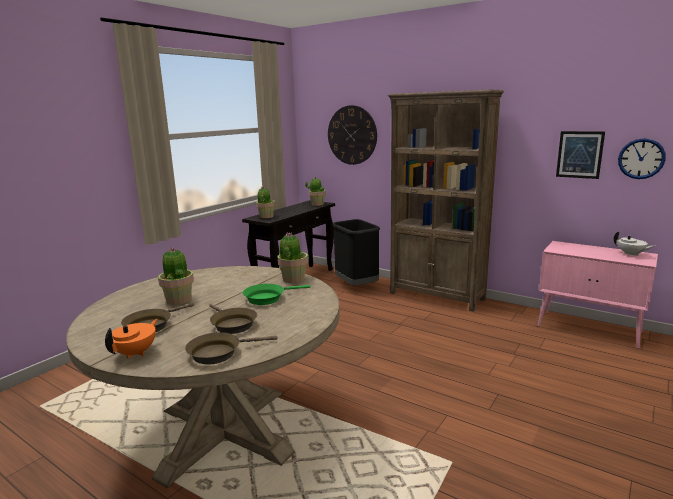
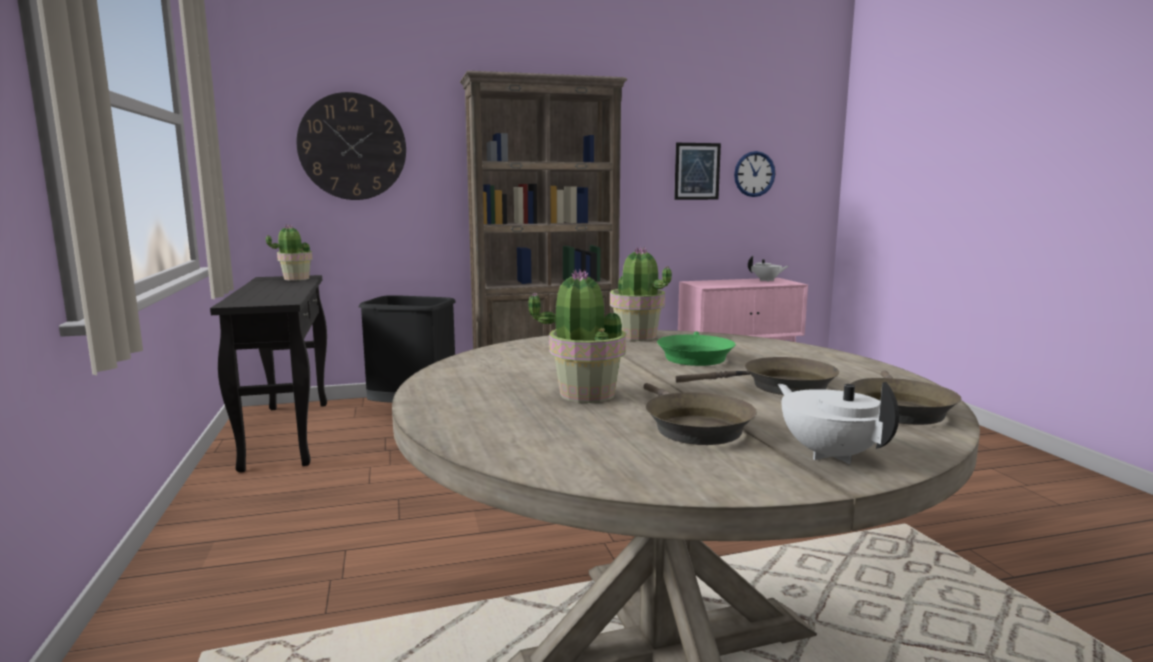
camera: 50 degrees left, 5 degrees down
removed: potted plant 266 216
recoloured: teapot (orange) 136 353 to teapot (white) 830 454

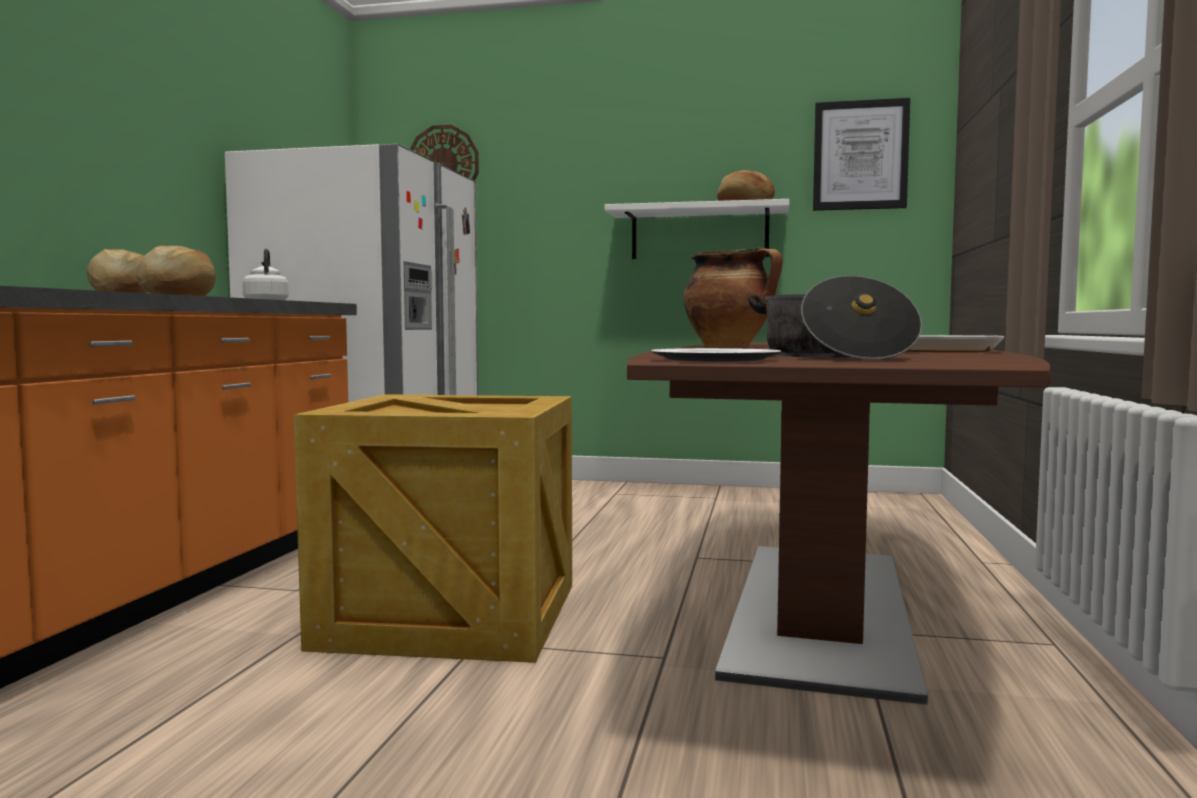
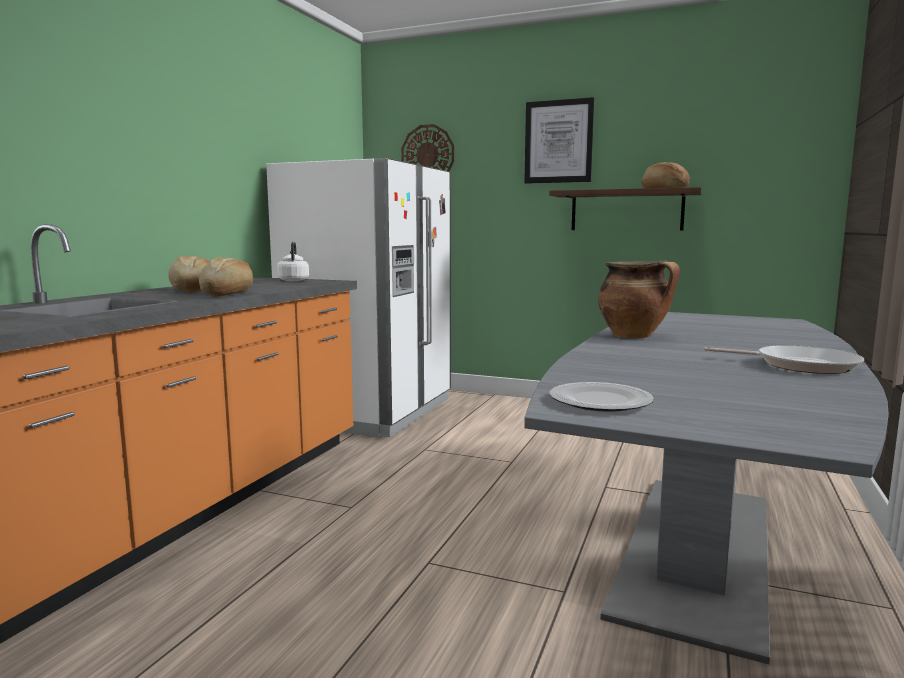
camera: 10 degrees right, 5 degrees up
removed: crate 449 613; cooking pot 832 356
moved: picture 860 155 to 558 142
recoloured: shelf (white) 699 233 to shelf (brown) 626 210; dining table (brown) 821 608 to dining table (grey) 697 550

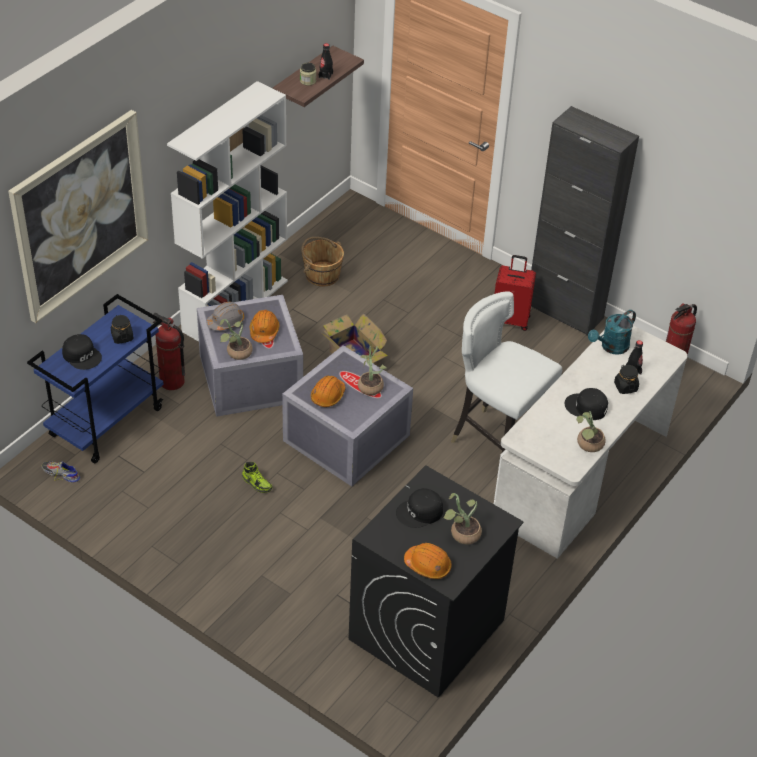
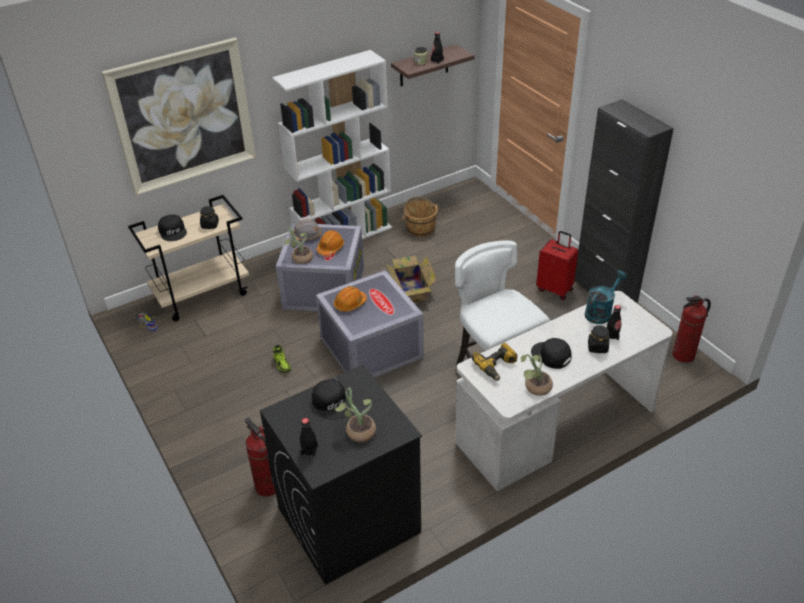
camera: 25 degrees right, 5 degrees down
removed: potted plant 370 385
added: power drill 497 366
moved: fire extinguisher 172 382 to 267 486
replaced: hard hat (orange) 428 565 to bottle (black) 309 450
recoloured: cart (blue) 107 421 to cart (beige) 202 294
turned: cap (black) 420 512 = 332 402 120 degrees counterclockwise; watering can (turquoise) 611 347 = 600 312 150 degrees clockwise

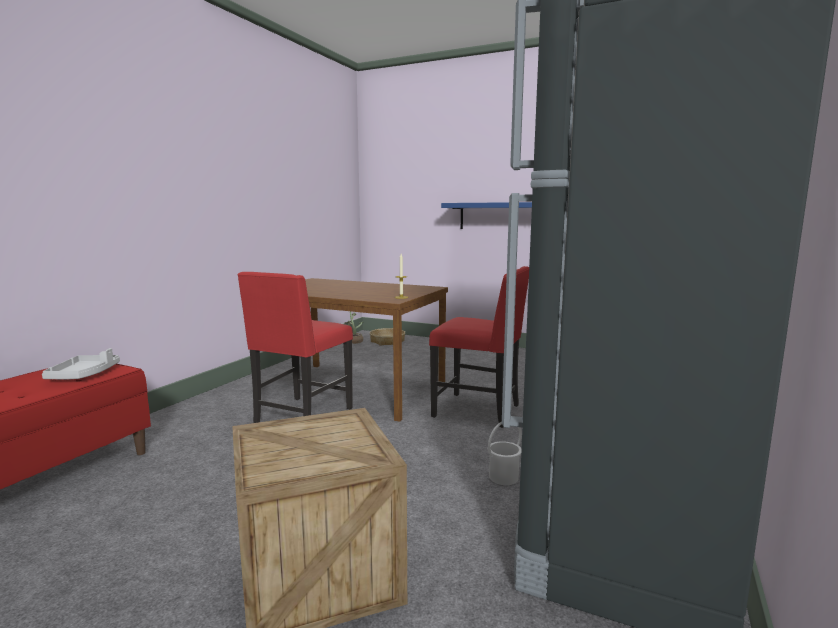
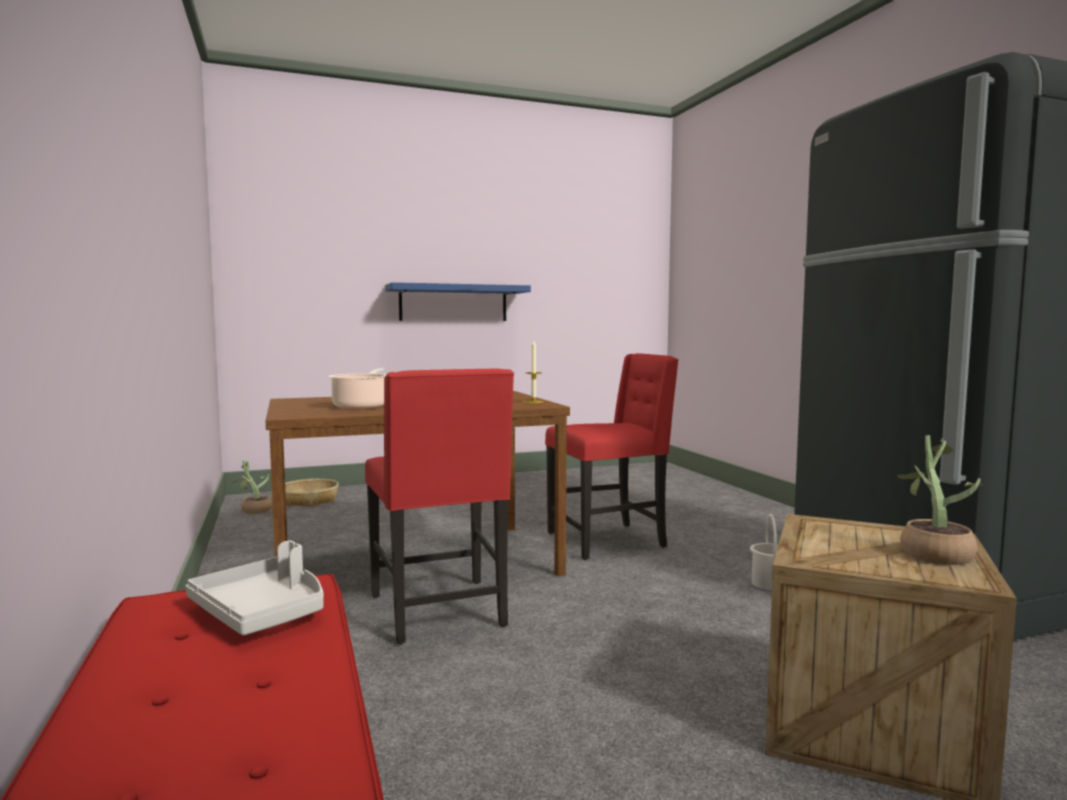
camera: 45 degrees left, 5 degrees down
added: cooking pot 361 406; potted plant 933 552

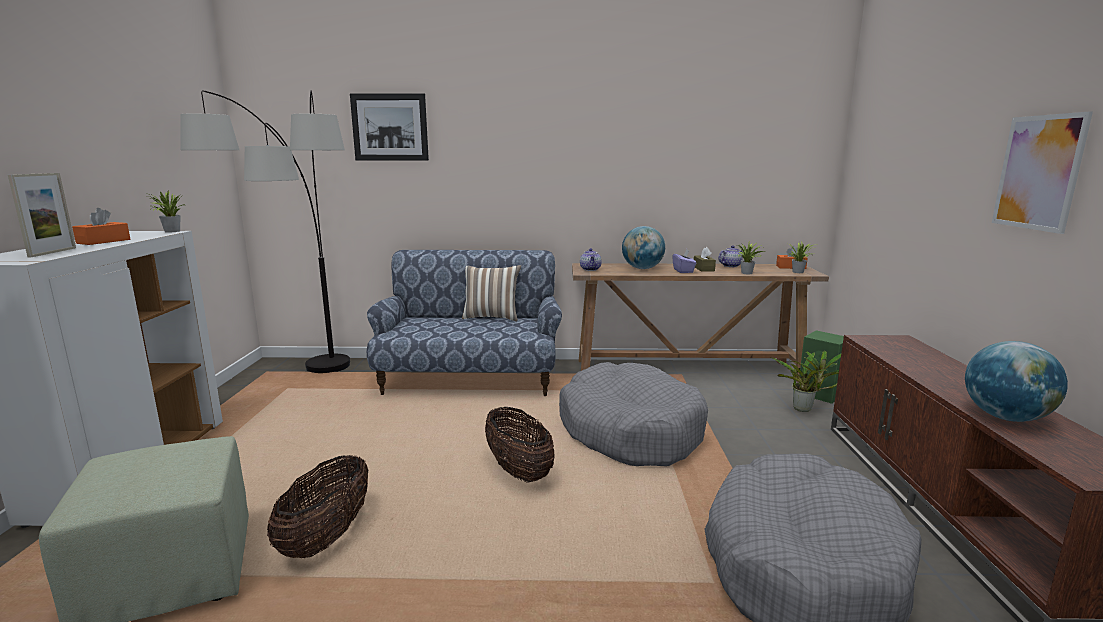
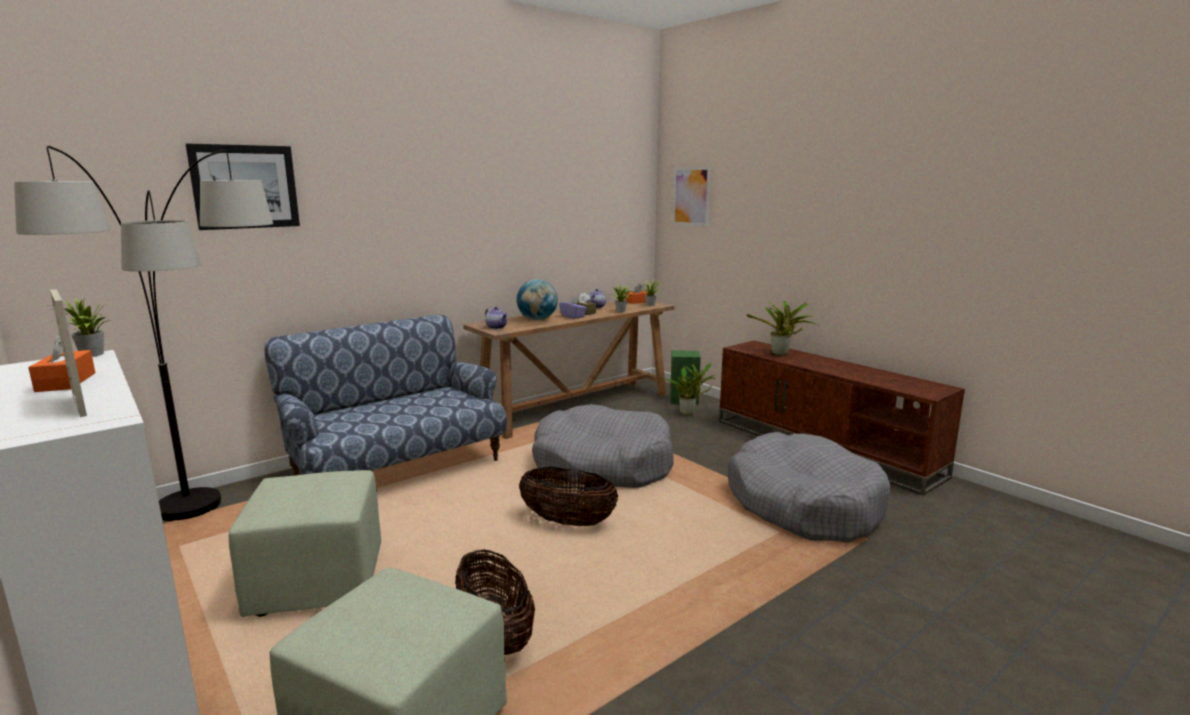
camera: 40 degrees left, 0 degrees up
removed: pillow 492 317; globe 1006 417
added: ottoman (green) 318 583; potted plant 781 354
moved: picture 1038 172 to 691 196

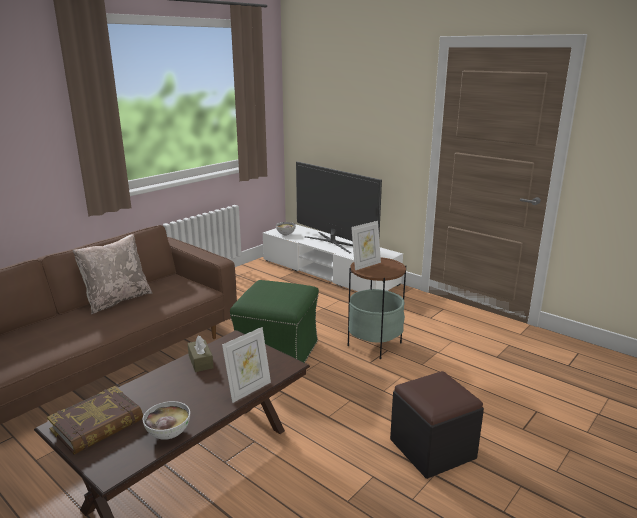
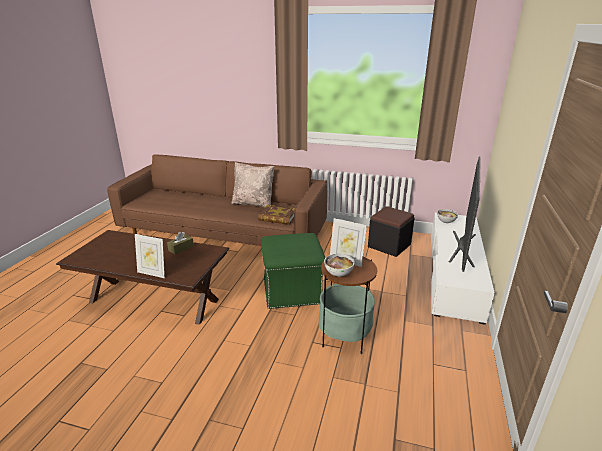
camera: 65 degrees right, 5 degrees up
moved: book 97 425 to 277 218; bowl 168 433 to 338 273; ottoman (black) 432 449 to 389 246

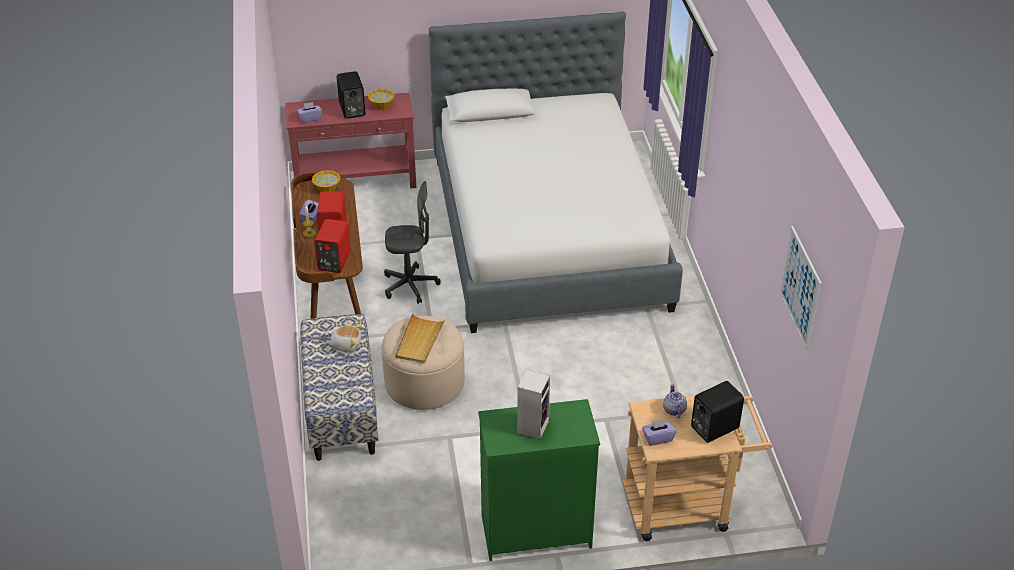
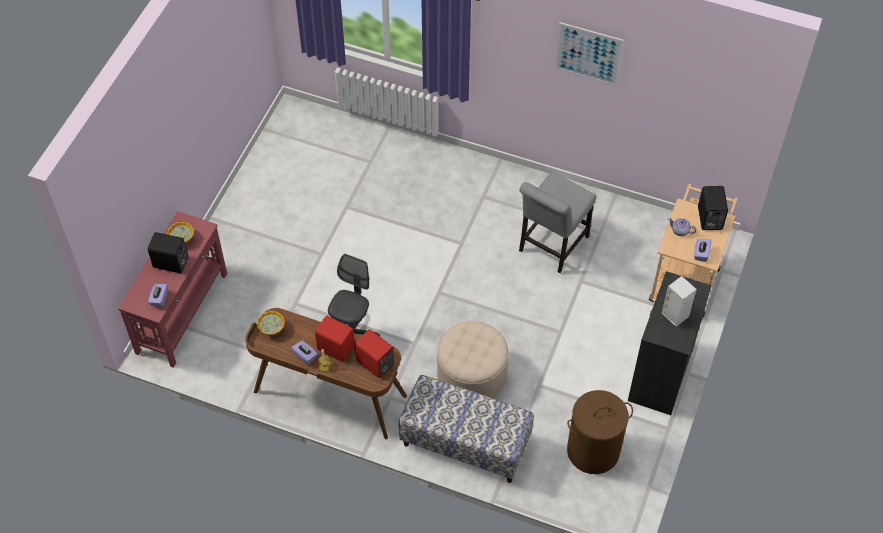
camera: 60 degrees left, 15 degrees up
removed: plush toy 346 344; tray (beige) 419 341; bed 548 232
added: chair (grey) 551 246; laundry basket (brown) 593 451
moved: picture 800 287 to 588 54
recoloured: dresser (green) 536 531 to dresser (black) 659 375

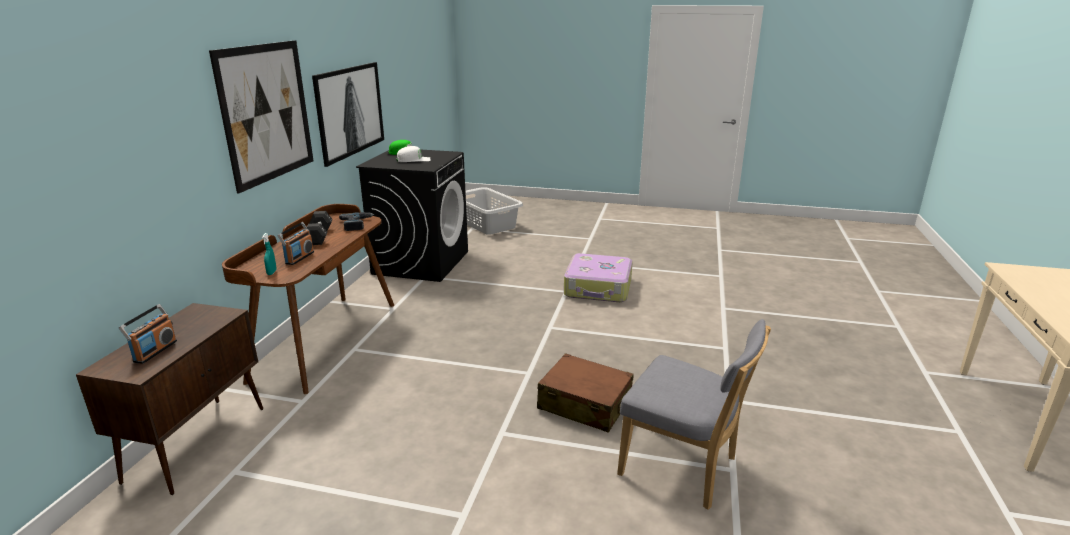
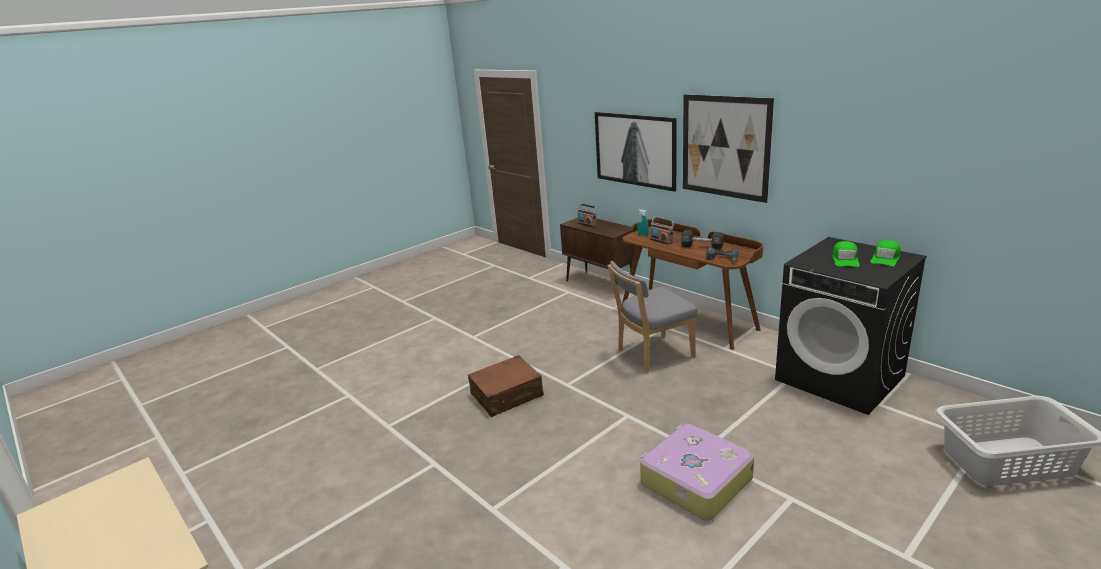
camera: 125 degrees right, 0 degrees up
moved: picture 350 111 to 635 150; chair (grey) 683 468 to 652 355
recoloured: cap (white) 413 160 to cap (green) 845 259

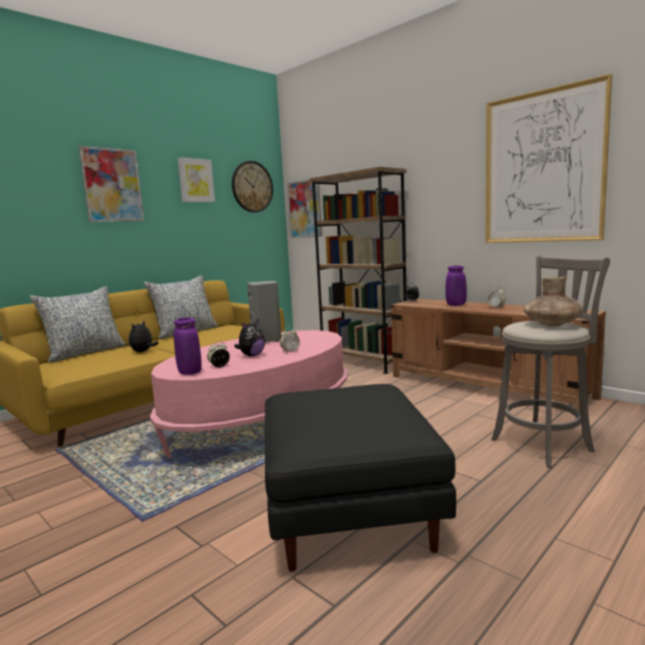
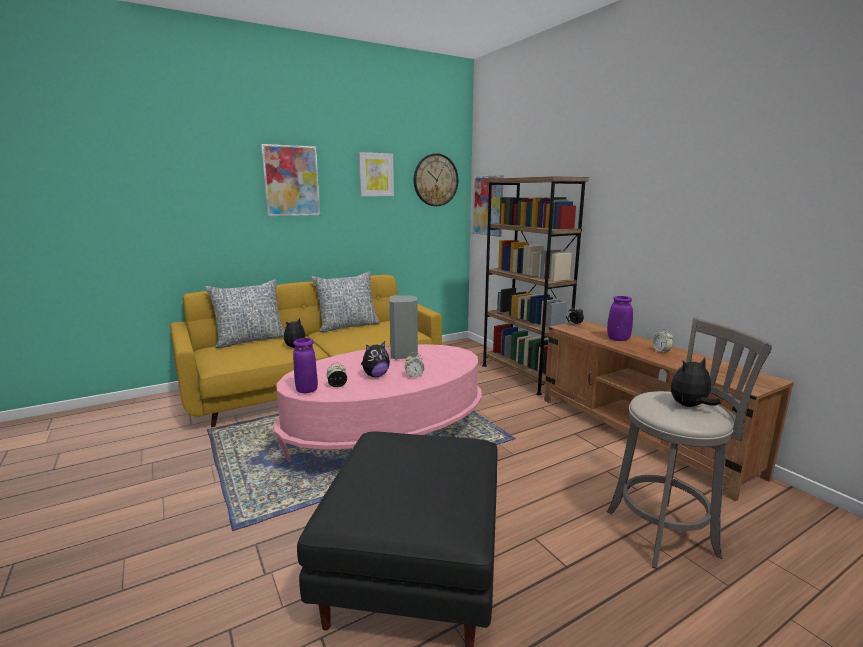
camera: 15 degrees right, 5 degrees up
removed: picture 542 167
replaced: vase (brown) 552 324 to plush toy 689 406

